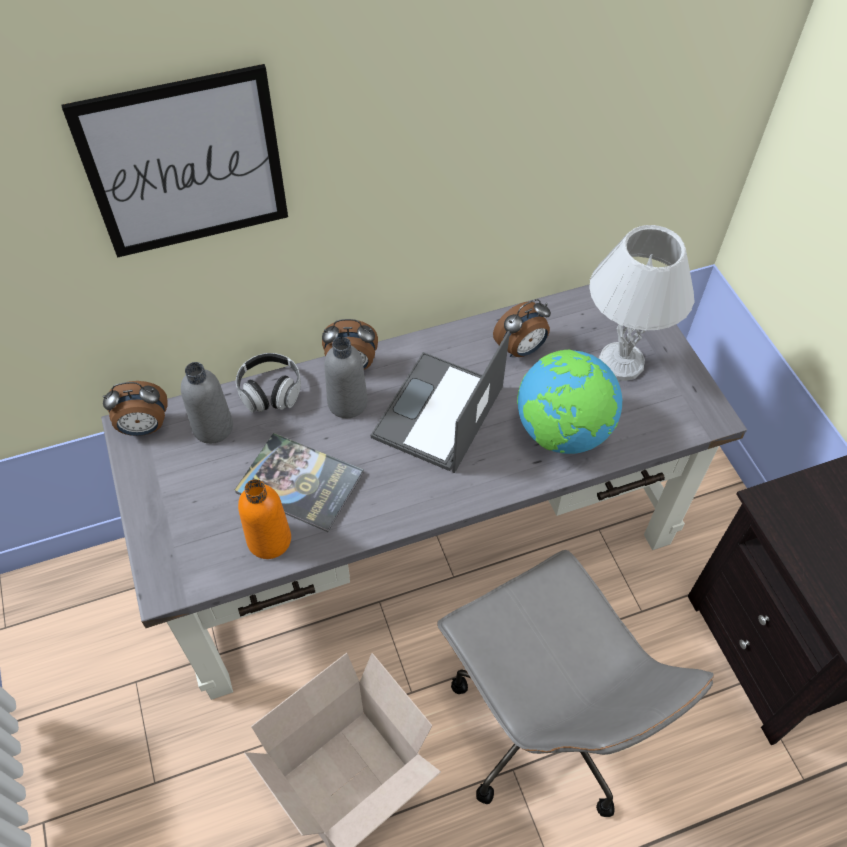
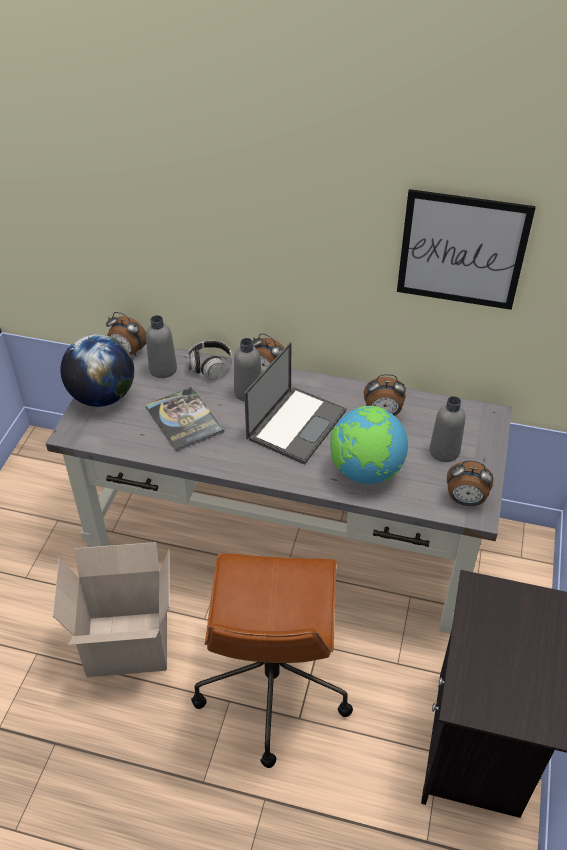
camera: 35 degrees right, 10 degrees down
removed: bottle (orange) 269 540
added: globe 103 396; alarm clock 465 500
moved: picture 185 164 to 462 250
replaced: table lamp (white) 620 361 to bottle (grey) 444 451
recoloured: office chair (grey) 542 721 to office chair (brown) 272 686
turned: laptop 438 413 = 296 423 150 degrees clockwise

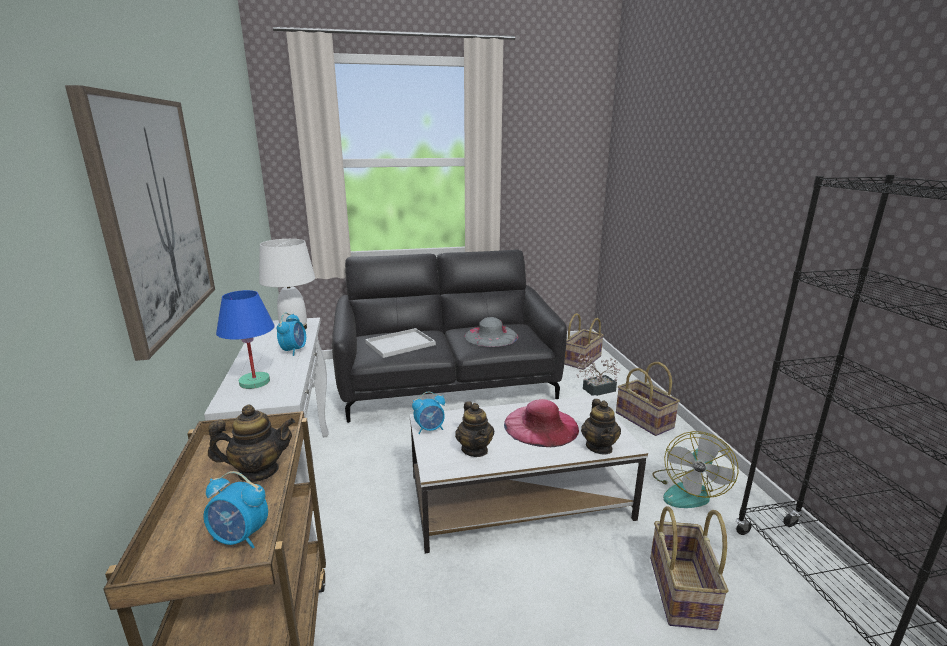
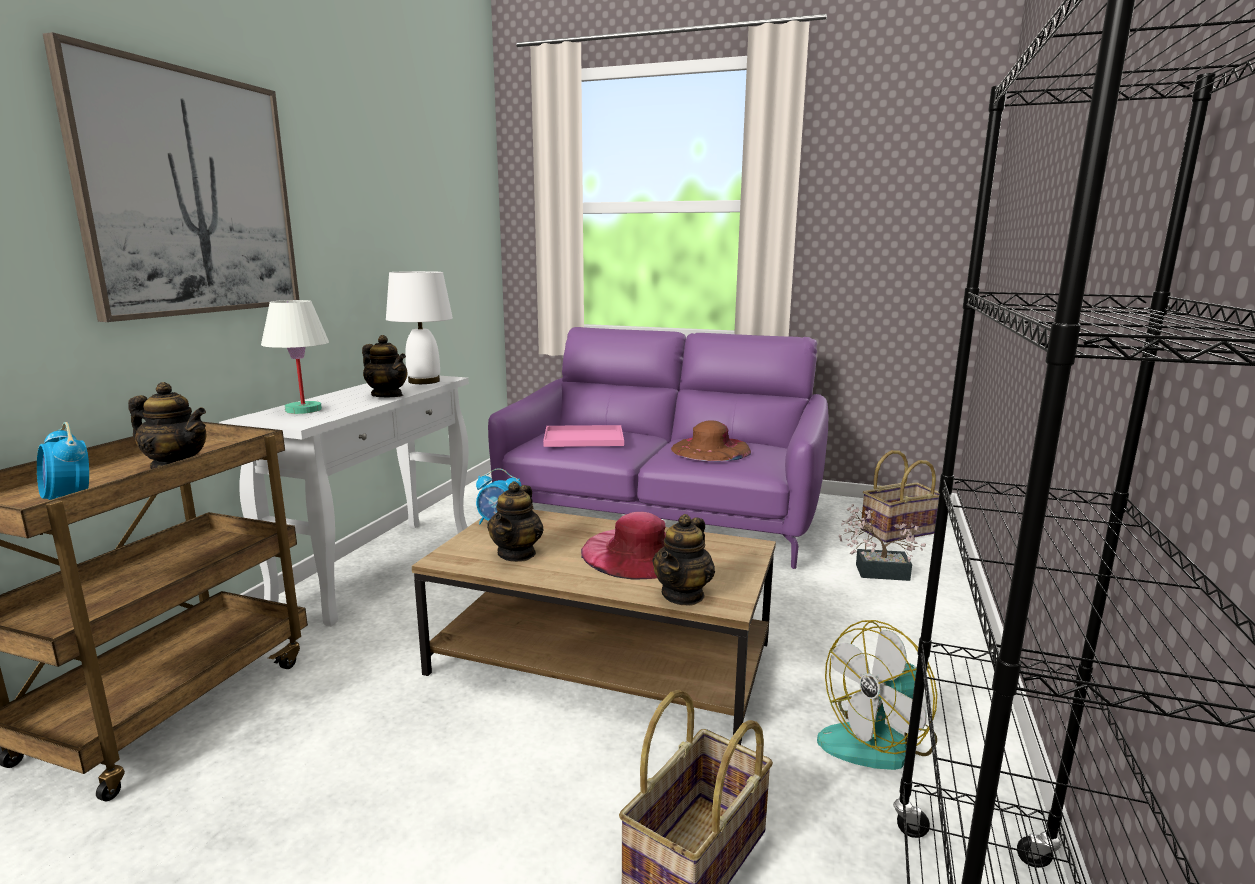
camera: 30 degrees right, 5 degrees down
removed: basket 645 420
replaced: alarm clock 294 350 to teapot 387 395
recoloured: table lamp (blue) 254 382 to table lamp (white) 302 410; sofa (black) 447 383 to sofa (purple) 662 515; tray (white) 401 343 to tray (pink) 585 438; coffee table (white) 520 496 to coffee table (brown) 604 658; hat (grey) 491 336 to hat (brown) 711 449

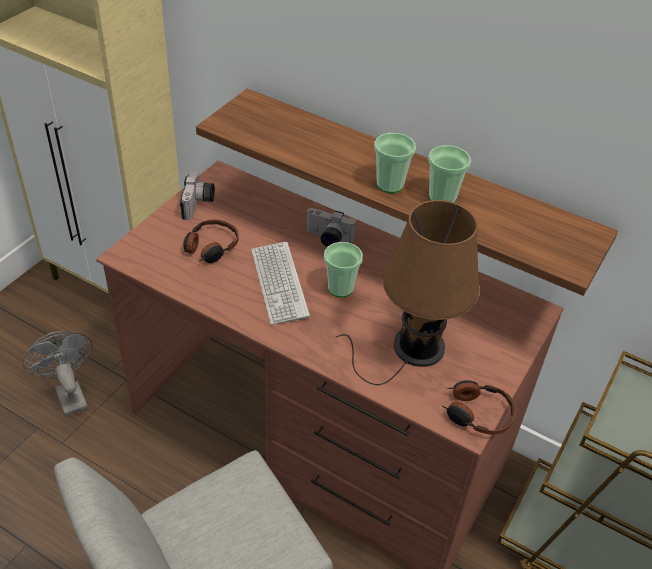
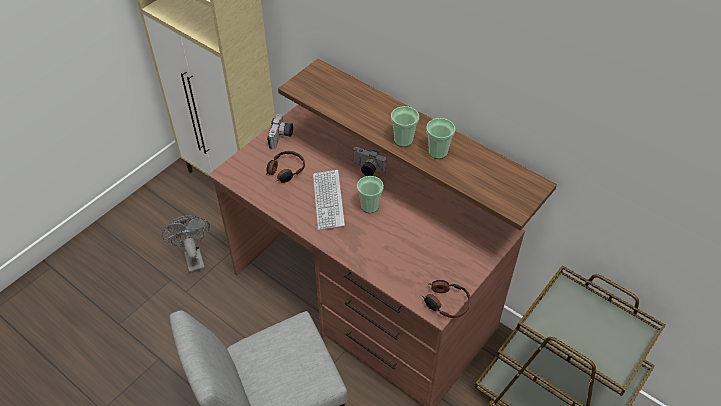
camera: 10 degrees right, 5 degrees up
removed: table lamp (brown) 412 349

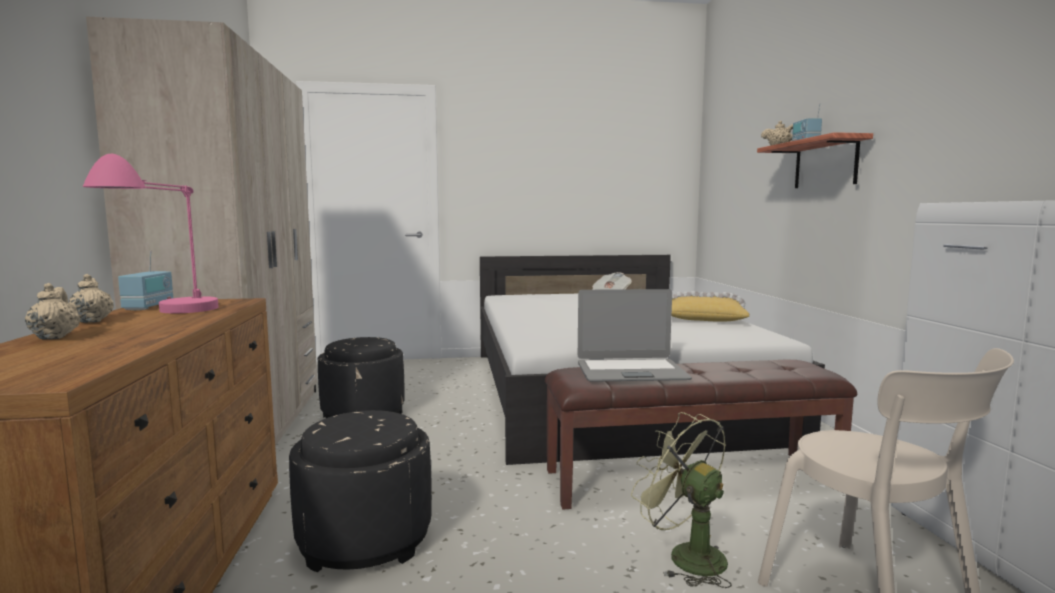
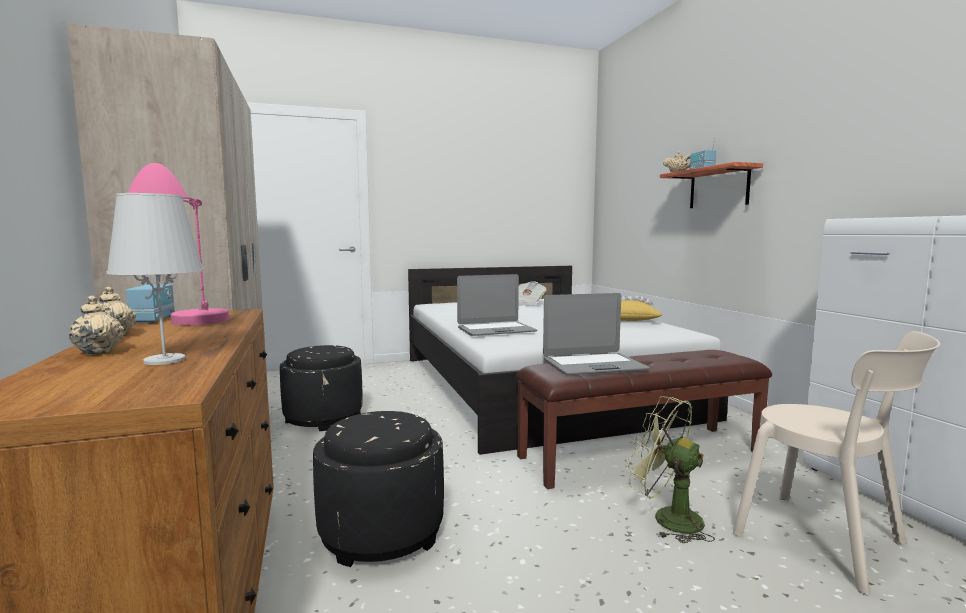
camera: 10 degrees left, 0 degrees up
added: table lamp (white) 164 360; laptop 496 330

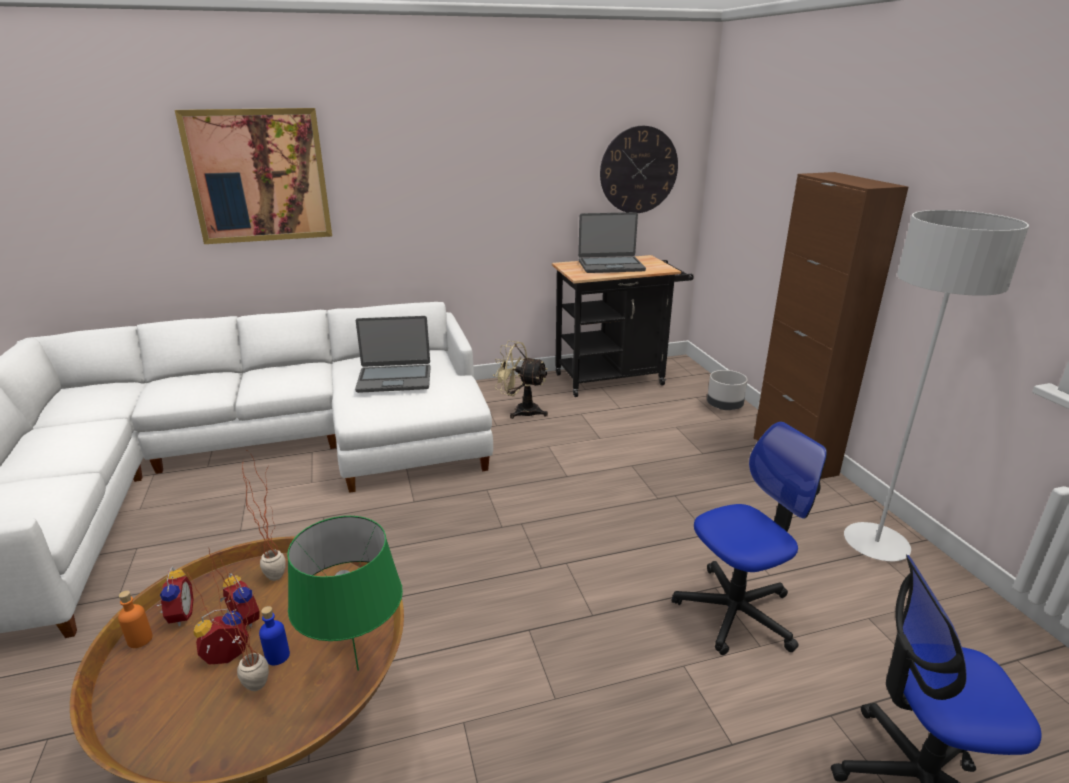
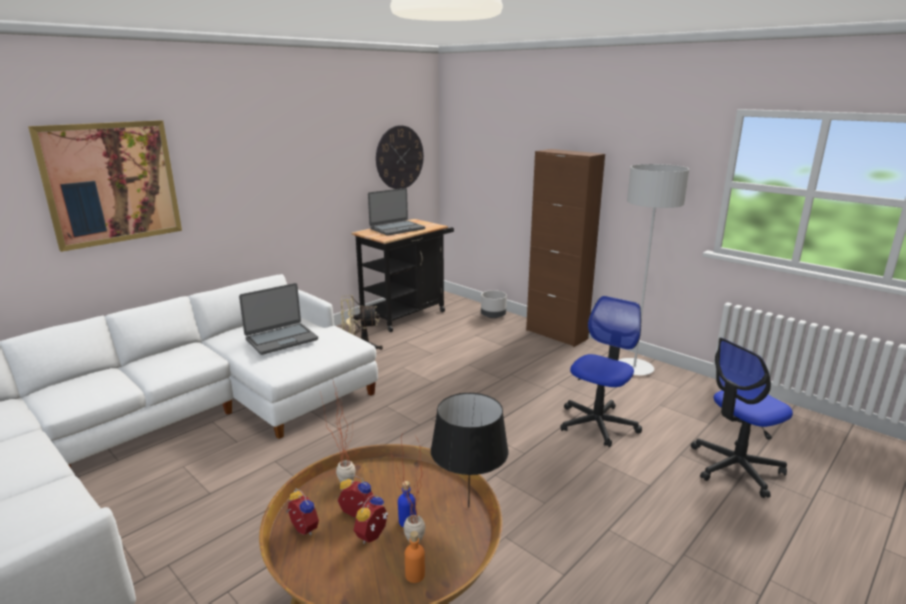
camera: 30 degrees left, 5 degrees down
moved: bottle (orange) 140 639 to 415 575
recoloured: table lamp (green) 358 669 to table lamp (black) 468 507

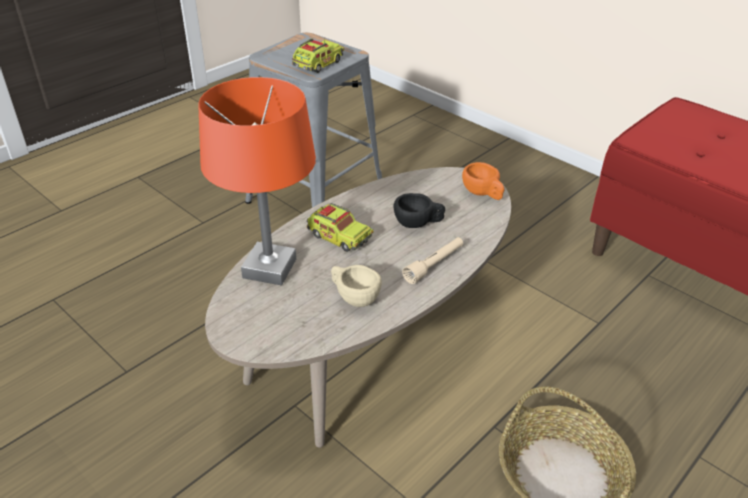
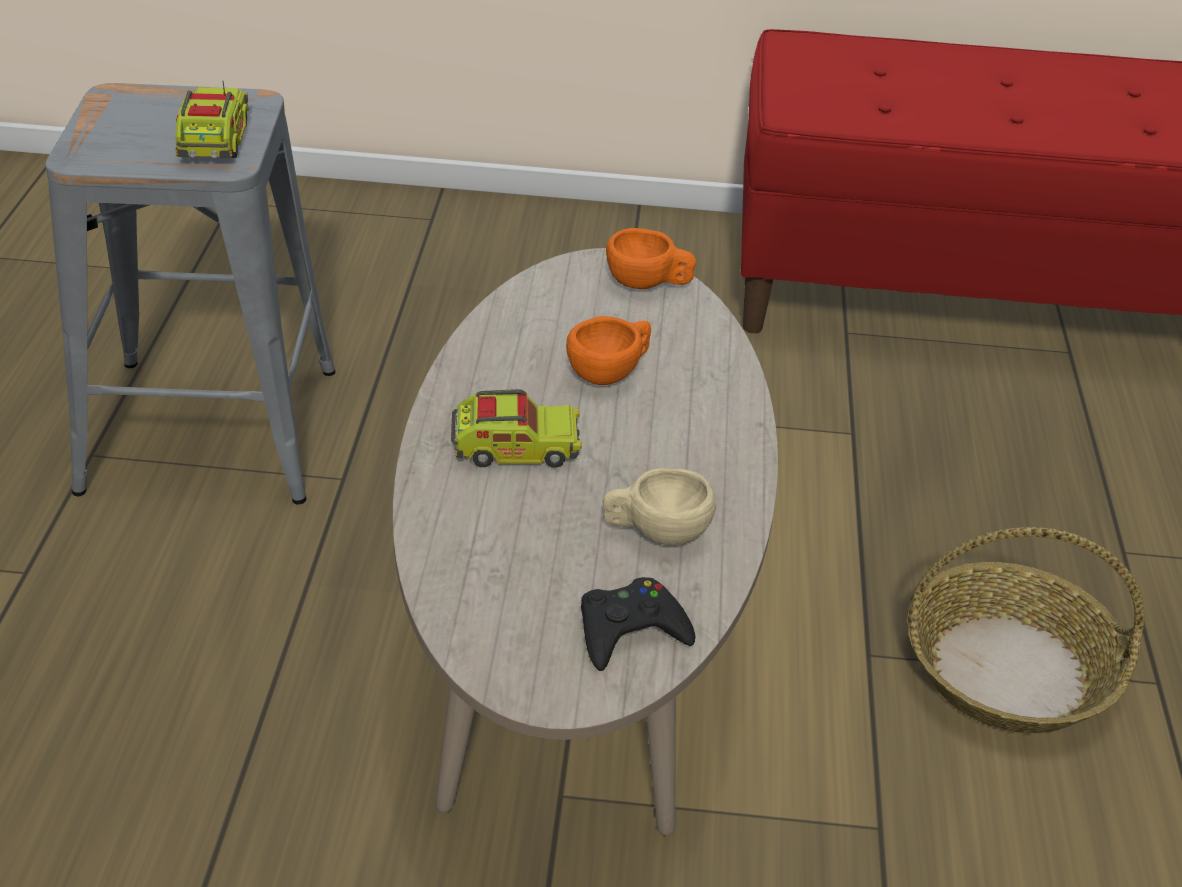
camera: 40 degrees left, 0 degrees up
removed: table lamp (orange) 269 268; flashlight (beige) 434 265
added: game controller (black) 630 631
recoloured: cup (black) 418 223 to cup (orange) 611 372

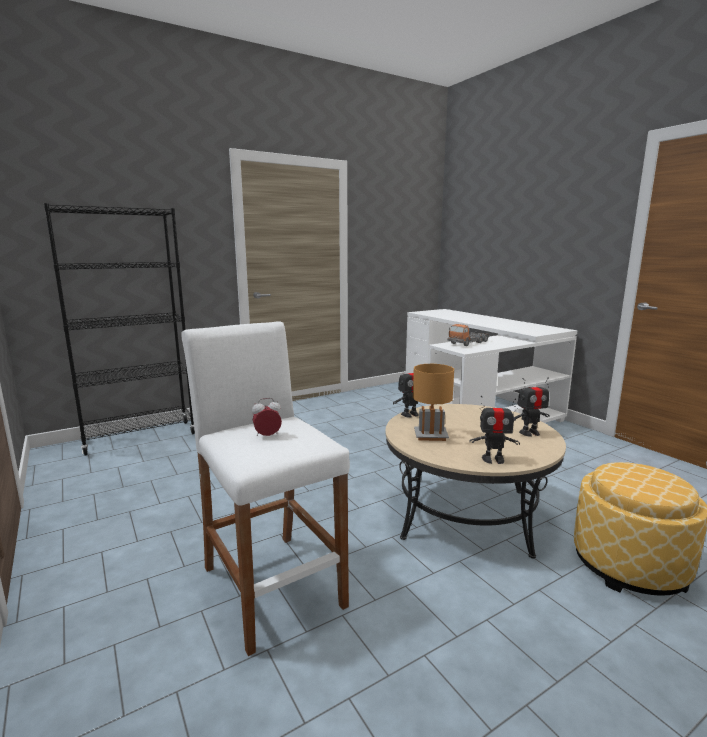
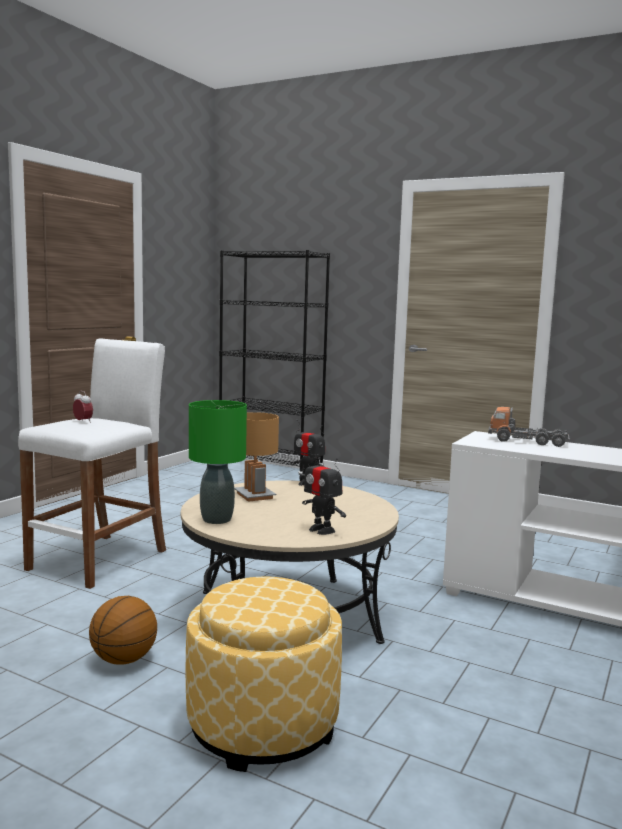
camera: 60 degrees right, 5 degrees down
added: basketball 123 660
replaced: toy robot 493 459 to table lamp (green) 217 520

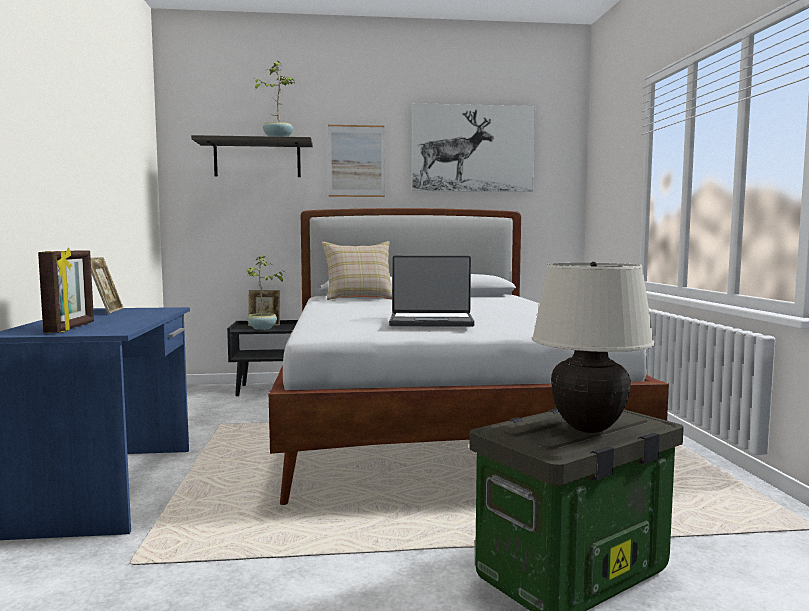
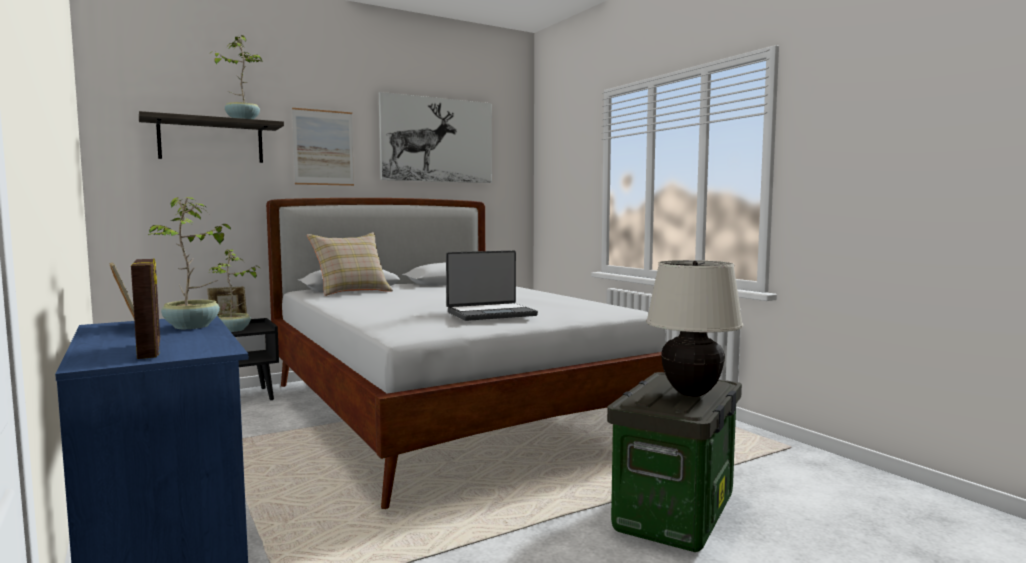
camera: 25 degrees left, 0 degrees up
added: potted plant 193 327

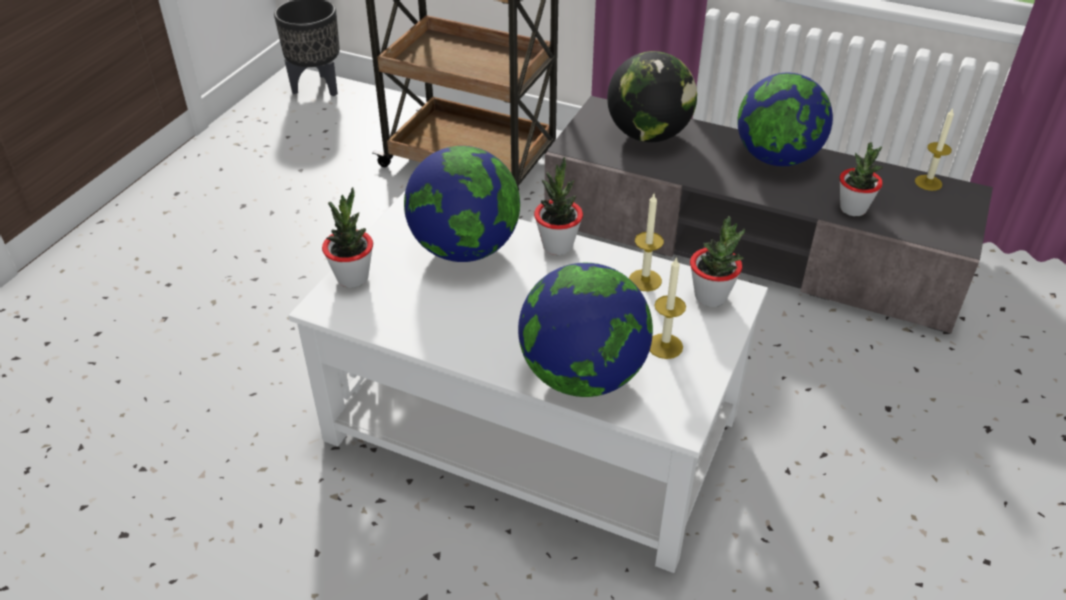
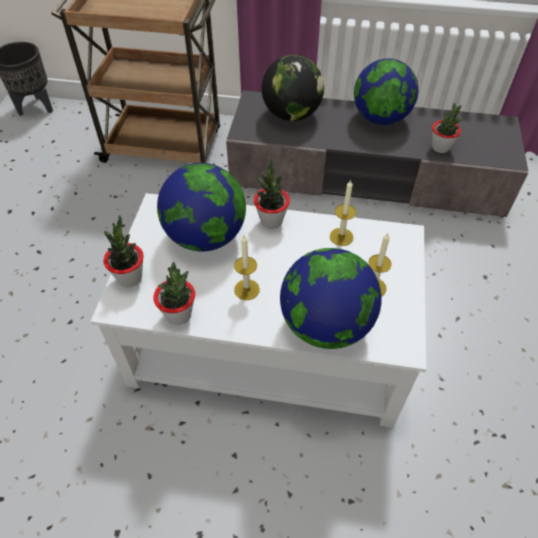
camera: 15 degrees left, 10 degrees up
moved: potted plant 711 296 to 179 314; candle 928 182 to 247 289

